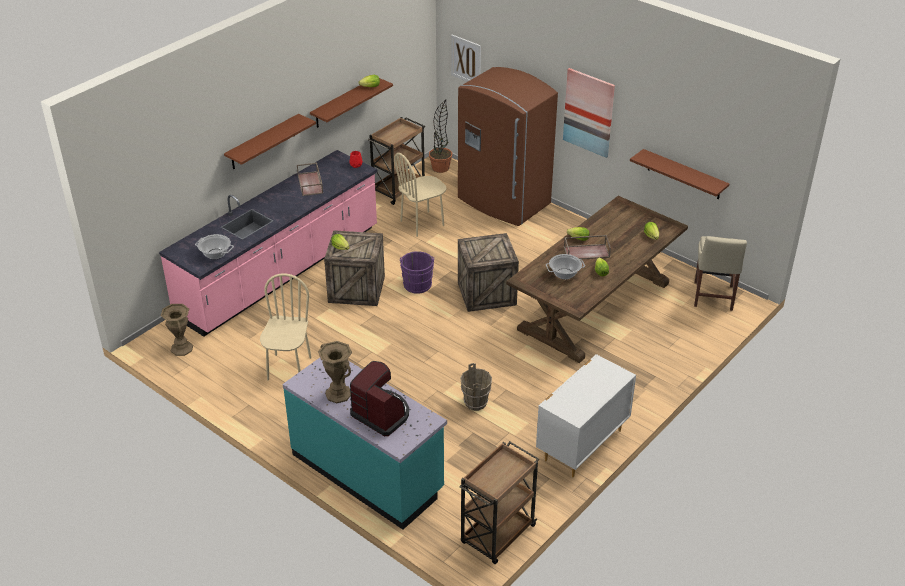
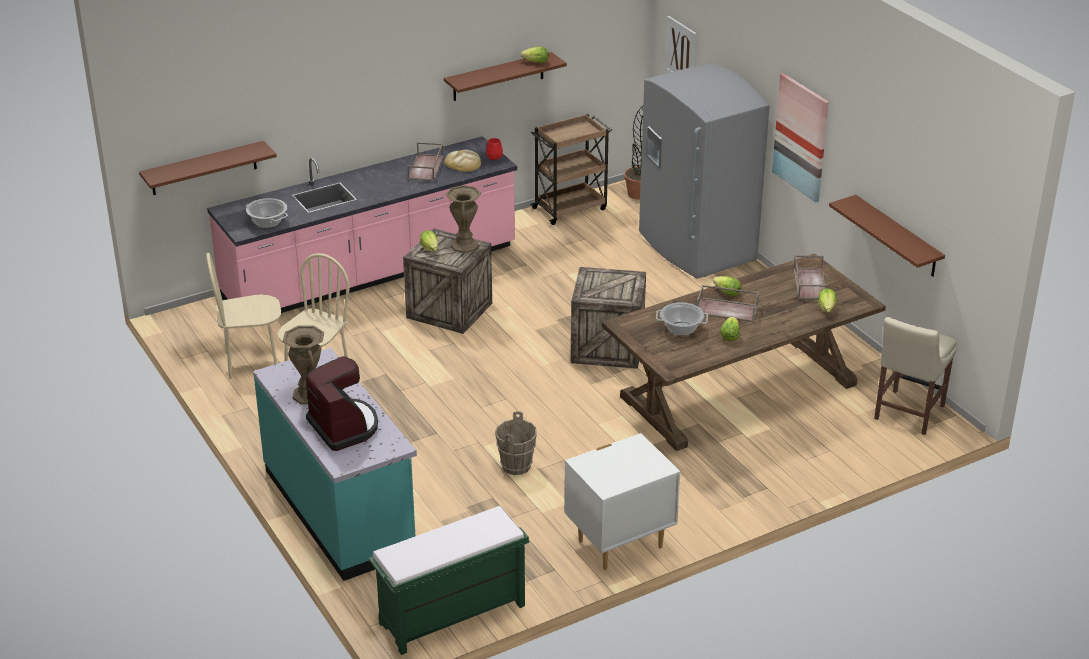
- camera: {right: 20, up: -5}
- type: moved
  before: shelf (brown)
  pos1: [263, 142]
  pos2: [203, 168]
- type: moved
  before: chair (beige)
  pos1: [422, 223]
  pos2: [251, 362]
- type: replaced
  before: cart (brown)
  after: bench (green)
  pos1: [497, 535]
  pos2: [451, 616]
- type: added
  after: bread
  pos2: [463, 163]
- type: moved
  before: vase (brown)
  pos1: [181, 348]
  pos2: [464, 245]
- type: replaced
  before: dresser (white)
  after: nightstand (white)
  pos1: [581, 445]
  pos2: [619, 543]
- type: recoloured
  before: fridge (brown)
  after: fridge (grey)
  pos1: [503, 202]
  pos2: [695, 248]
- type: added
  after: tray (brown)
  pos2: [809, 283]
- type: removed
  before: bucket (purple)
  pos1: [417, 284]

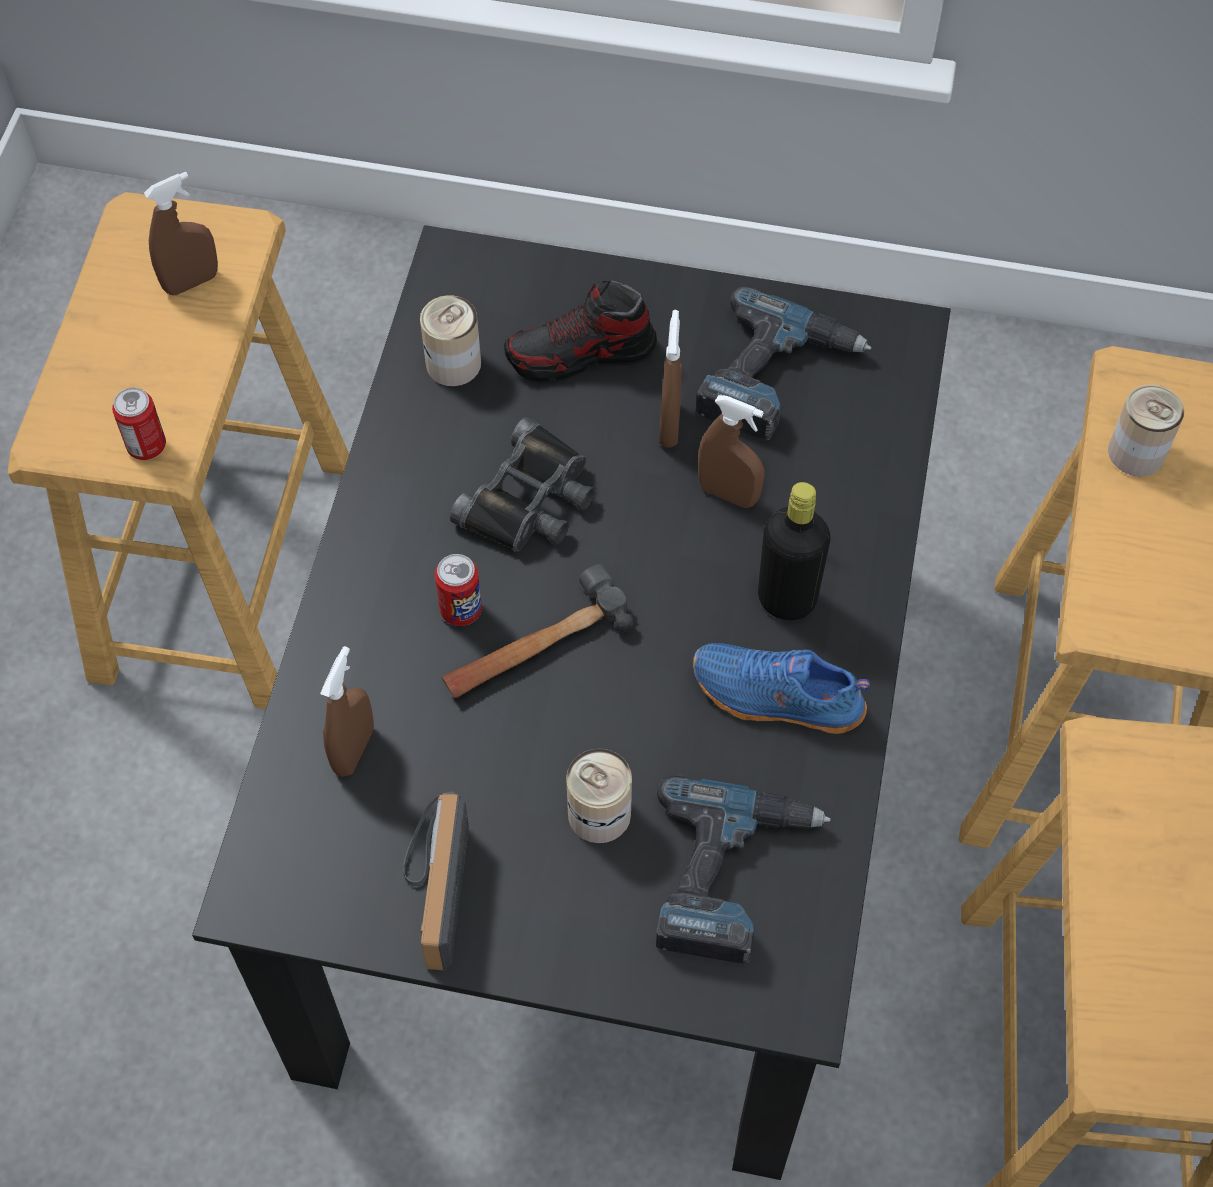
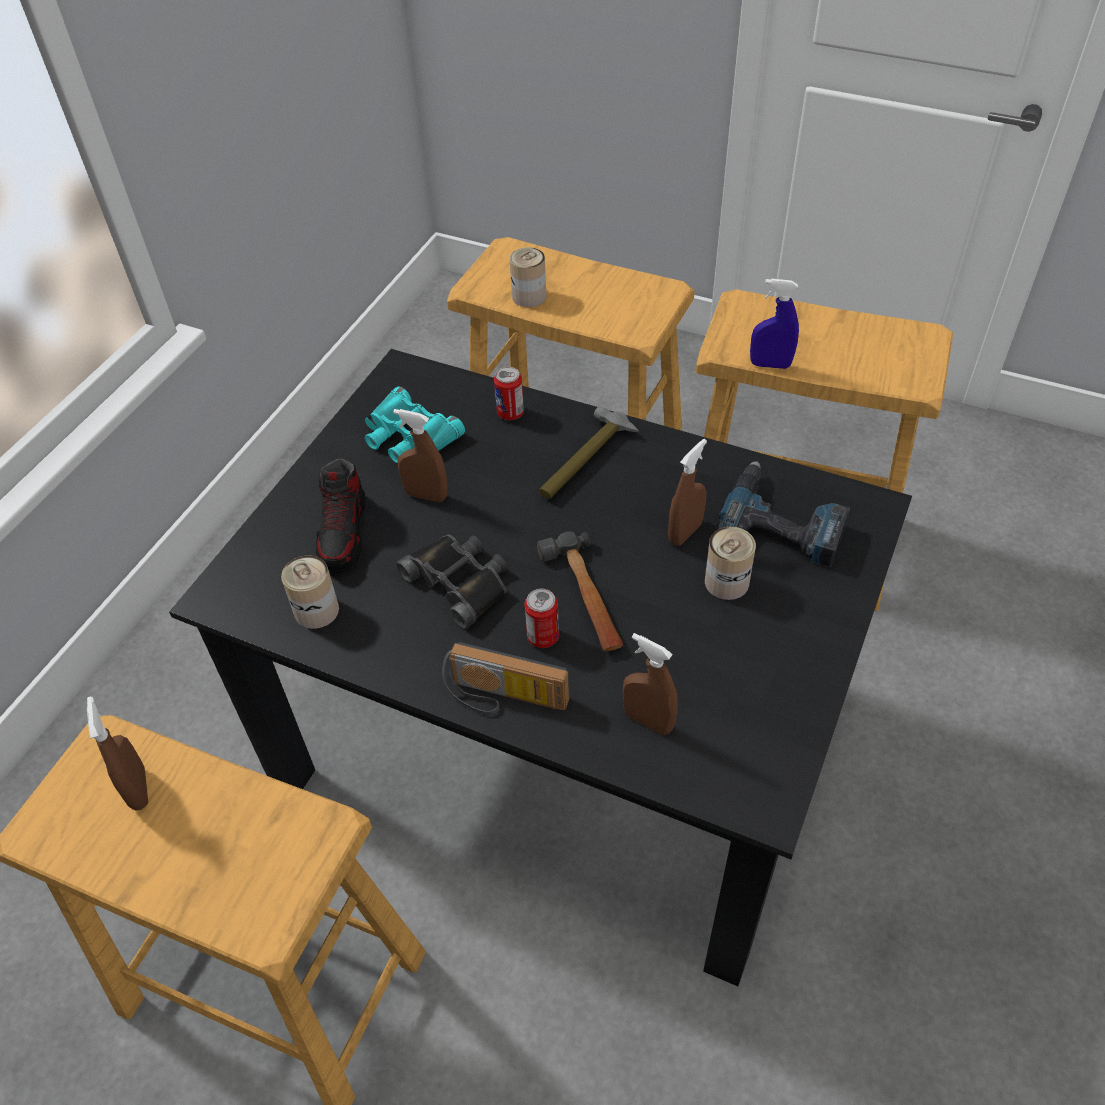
- camera: {right: -75, up: -10}
- type: replaced
  before: power drill
  after: binoculars (turquoise)
  pos1: [775, 377]
  pos2: [409, 436]
- type: moved
  before: radio
  pos1: [431, 888]
  pos2: [503, 699]
- type: moved
  before: can
  pos1: [146, 446]
  pos2: [510, 413]
- type: replaced
  before: bottle (black)
  after: hammer
  pos1: [786, 599]
  pos2: [585, 461]
- type: moved
  before: spray bottle (brown)
  pos1: [728, 494]
  pos2: [685, 533]
- type: added
  after: spray bottle (blue)
  pos2: [770, 365]
- type: removed
  before: shoe (blue)
  pos1: [776, 699]

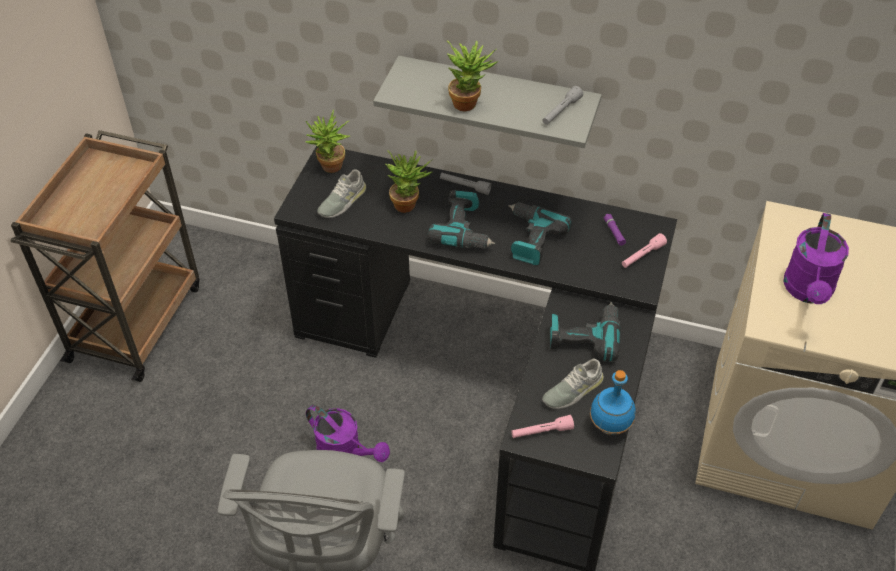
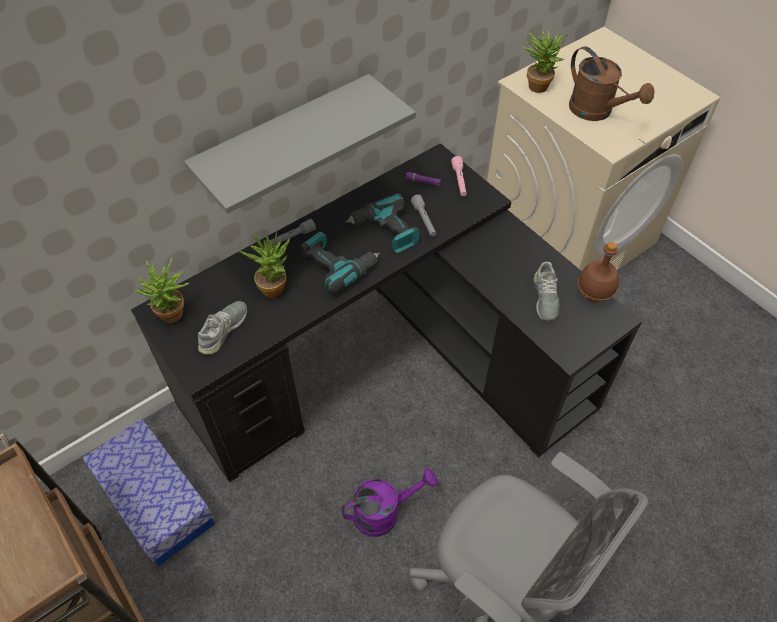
- camera: {right: -55, up: 5}
- type: added
  after: storage box
  pos2: [156, 500]
- type: turned
  before: shoe (grey)
  pos1: [342, 201]
  pos2: [223, 330]
  turn: -135
- type: moved
  before: flashlight (grey)
  pos1: [561, 111]
  pos2: [424, 220]
- type: moved
  before: potted plant
  pos1: [469, 103]
  pos2: [538, 84]
- type: recoloured
  before: watering can (purple)
  after: watering can (brown)
  pos1: [808, 292]
  pos2: [597, 112]
- type: recoloured
  before: bottle (blue)
  after: bottle (brown)
  pos1: [610, 427]
  pos2: [593, 296]
- type: removed
  before: flashlight (pink)
  pos1: [541, 432]
- type: removed
  before: power drill
  pos1: [584, 336]

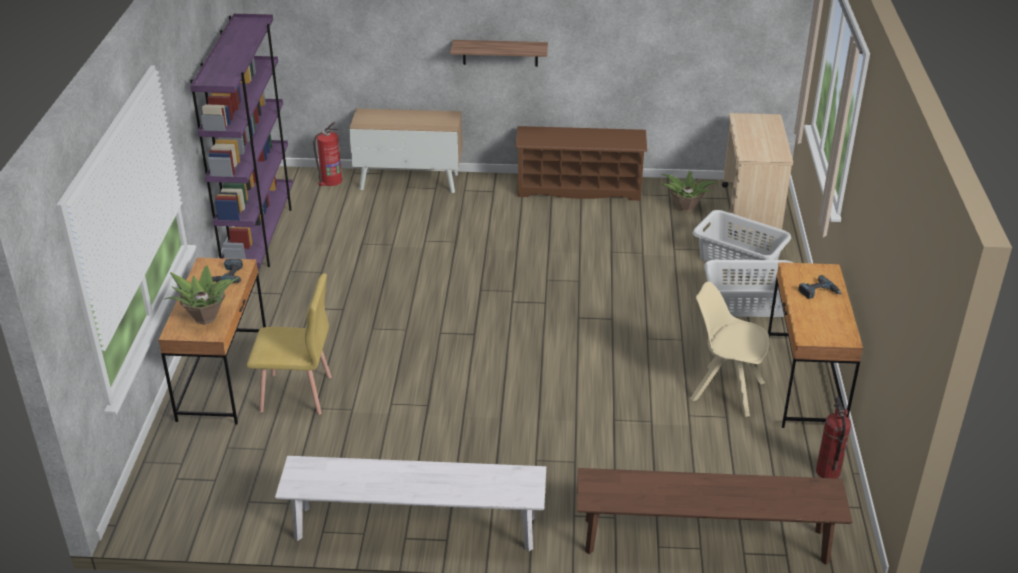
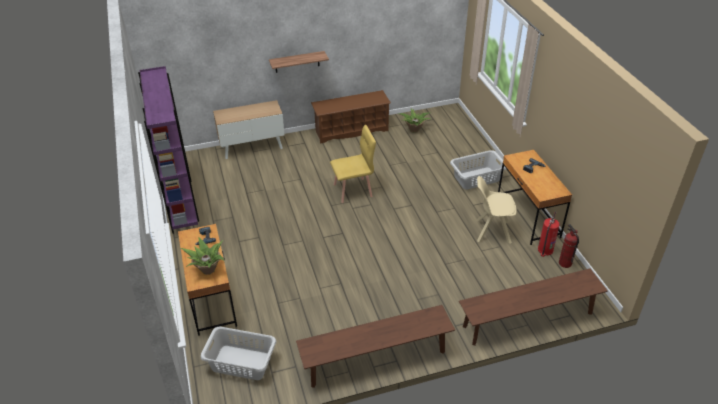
- camera: {right: -20, up: 5}
- type: moved
  before: laundry basket (grey)
  pos1: [738, 259]
  pos2: [241, 362]
- type: recoloured
  before: bench (white)
  after: bench (brown)
  pos1: [415, 528]
  pos2: [375, 359]
- type: moved
  before: chair (yellow)
  pos1: [296, 394]
  pos2: [353, 190]
- type: moved
  before: fire extinguisher
  pos1: [330, 181]
  pos2: [545, 250]
- type: removed
  before: cart (beige)
  pos1: [751, 211]

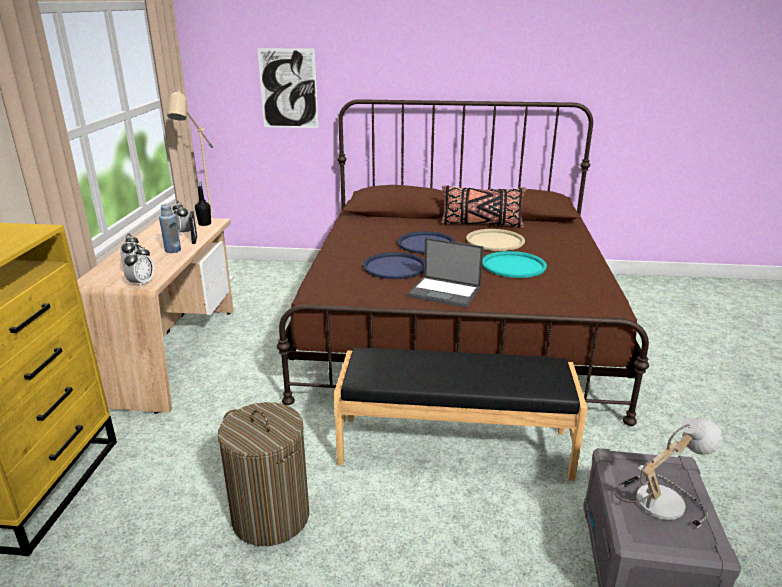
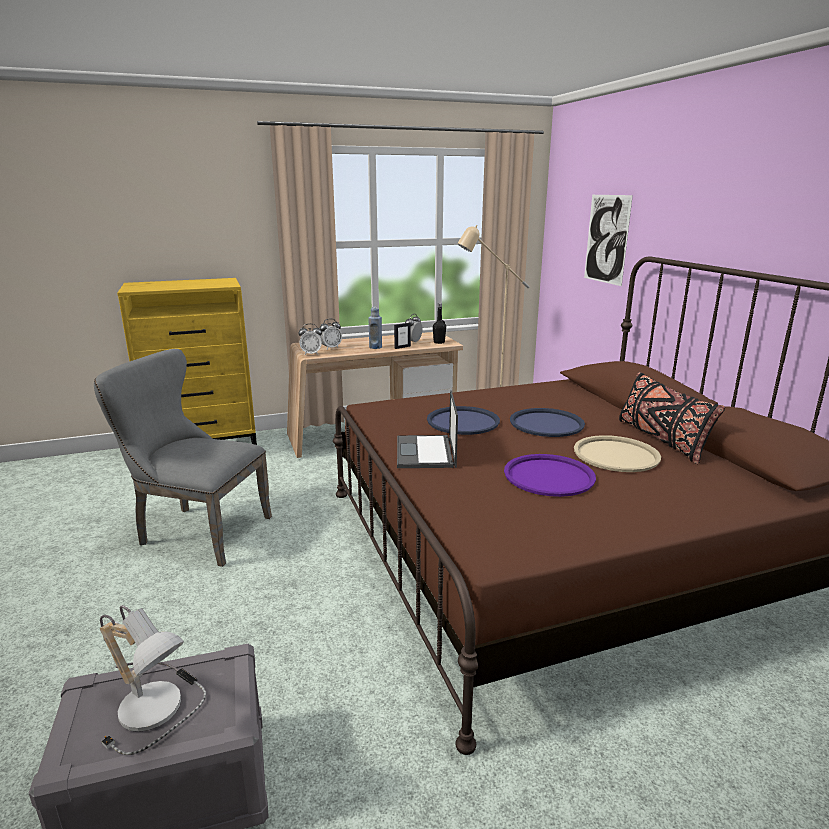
- camera: {right: 65, up: -5}
- type: replaced
  before: laundry basket
  after: chair (grey)
  pos1: [270, 517]
  pos2: [197, 531]
- type: recoloured
  before: tray (turquoise)
  after: tray (purple)
  pos1: [513, 265]
  pos2: [548, 476]
- type: removed
  before: bench (black)
  pos1: [454, 445]

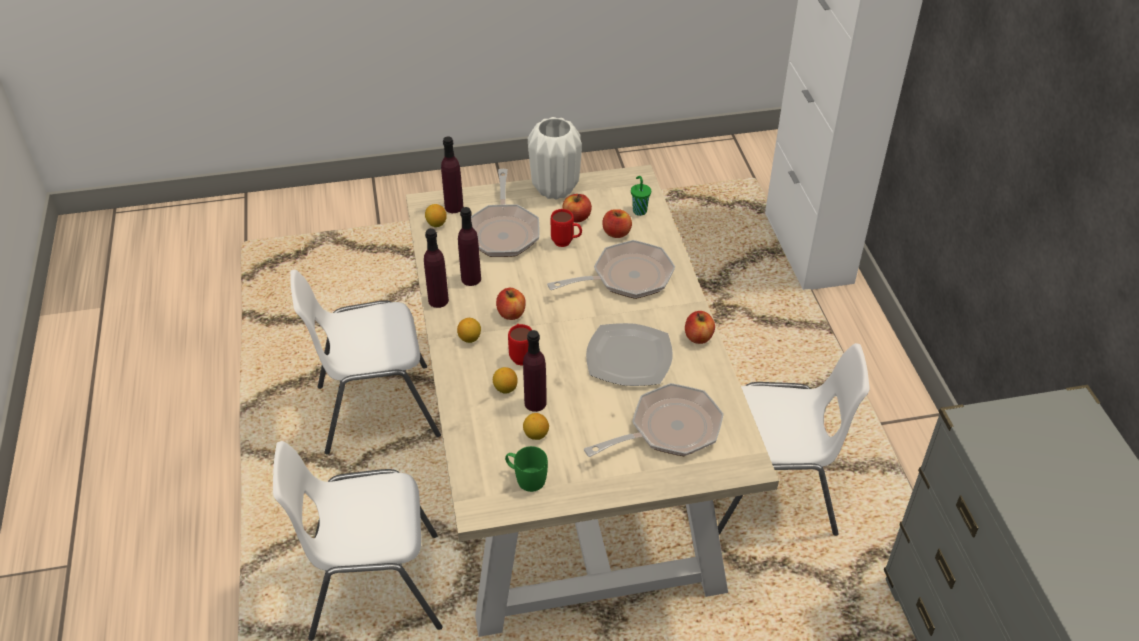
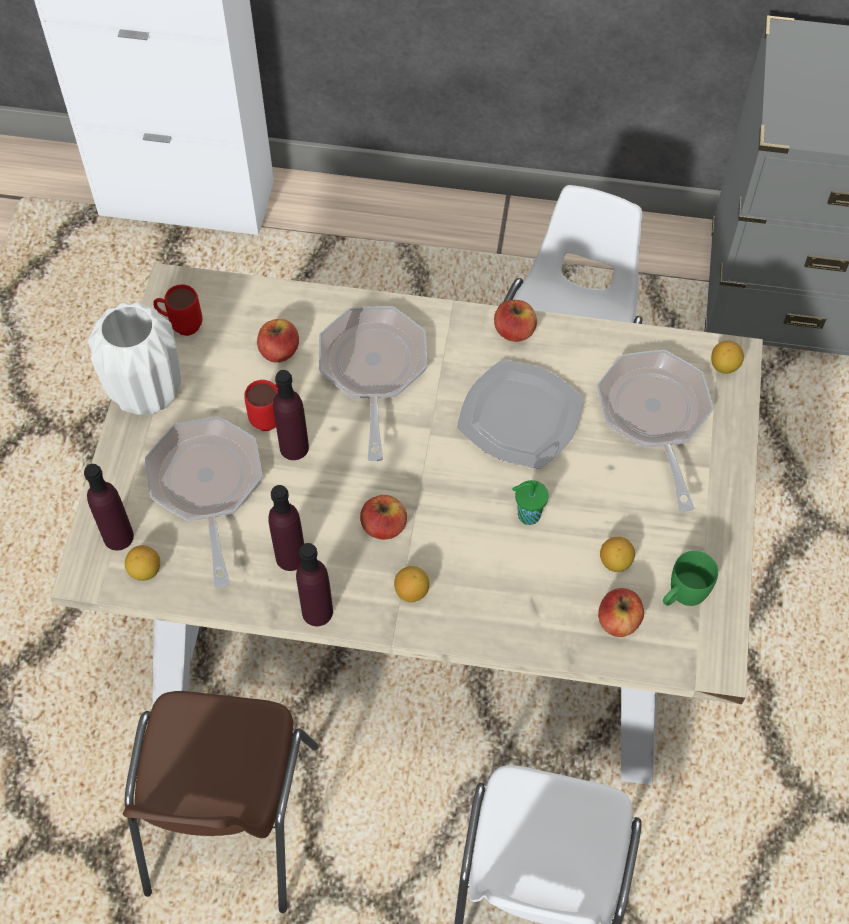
- camera: {right: -70, up: 15}
- type: recoloured
  before: chair (white)
  after: chair (brown)
  pos1: [376, 410]
  pos2: [229, 820]
- type: turned
  before: frying pan
  pos1: [503, 231]
  pos2: [207, 487]
  turn: -120
- type: moved
  before: mug (red)
  pos1: [521, 355]
  pos2: [181, 325]
- type: moved
  before: bottle (purple)
  pos1: [535, 403]
  pos2: [294, 447]
- type: moved
  before: cup (green)
  pos1: [639, 210]
  pos2: [527, 515]
- type: moved
  before: apple
  pos1: [577, 217]
  pos2: [618, 621]
- type: moved
  before: lemon
  pos1: [505, 389]
  pos2: [724, 366]

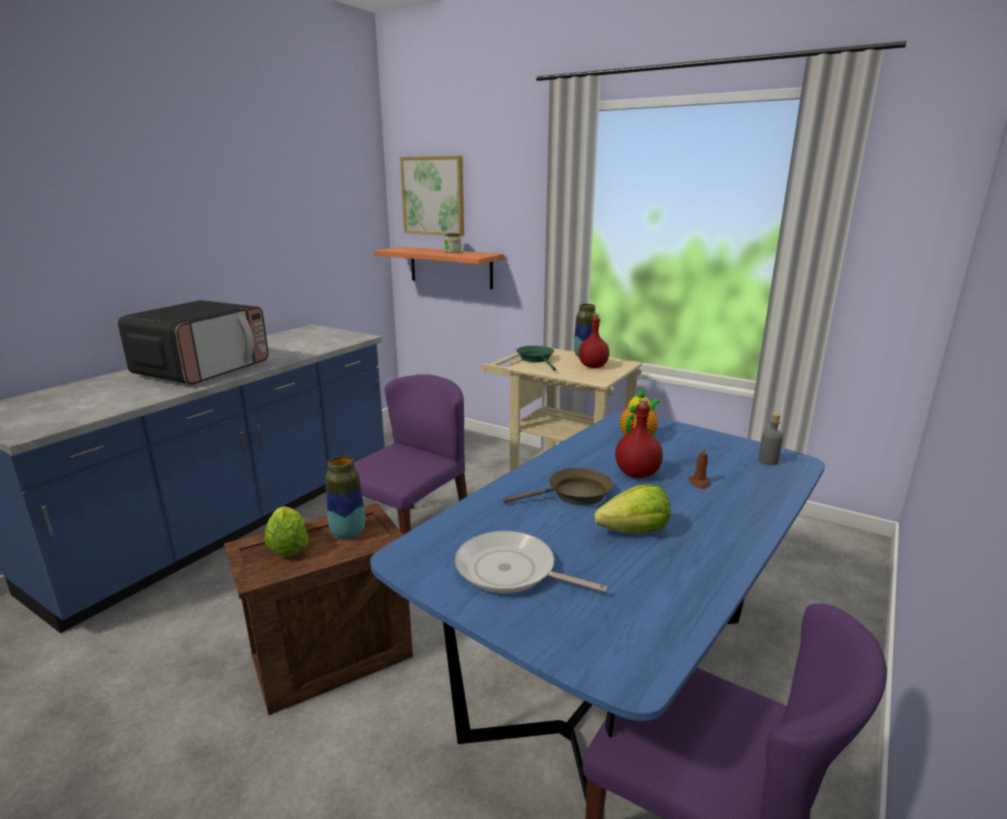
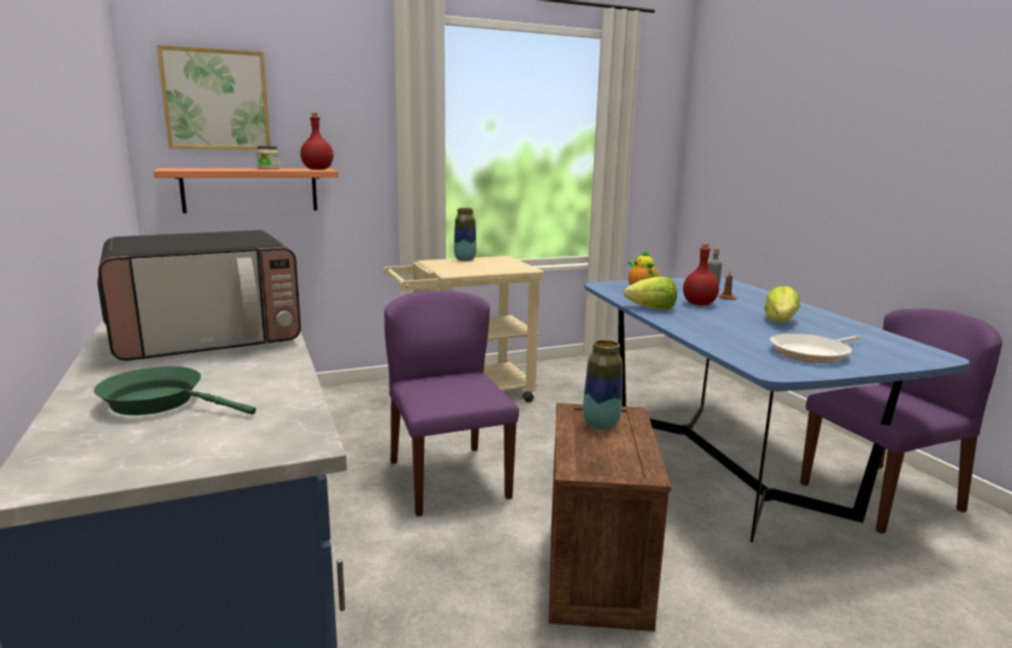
- camera: {right: -55, up: -5}
- type: moved
  before: frying pan (green)
  pos1: [537, 359]
  pos2: [160, 402]
- type: turned
  before: microwave
  pos1: [203, 369]
  pos2: [208, 336]
  turn: 90
- type: moved
  before: bottle (red)
  pos1: [592, 366]
  pos2: [317, 169]
- type: moved
  before: lettuce
  pos1: [288, 546]
  pos2: [652, 308]
- type: removed
  before: frying pan (brown)
  pos1: [574, 495]

